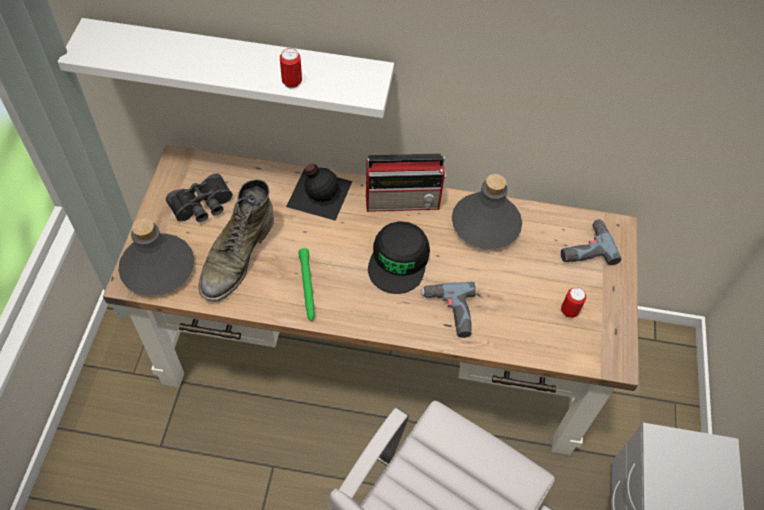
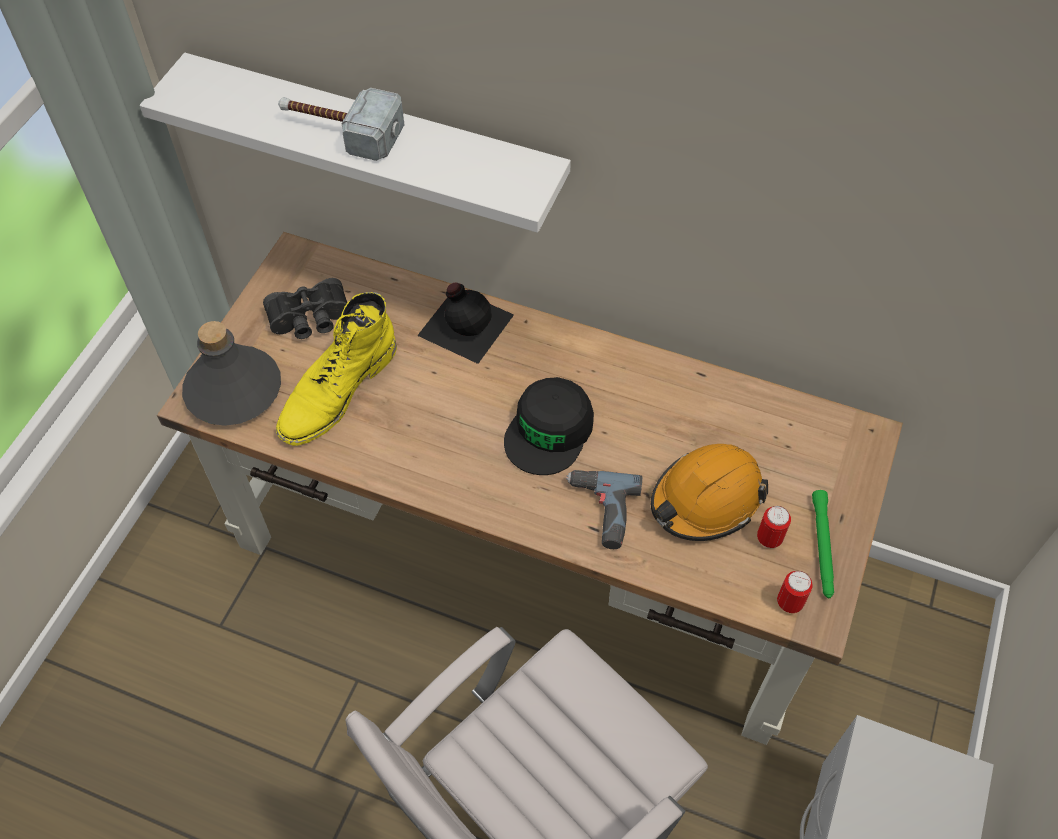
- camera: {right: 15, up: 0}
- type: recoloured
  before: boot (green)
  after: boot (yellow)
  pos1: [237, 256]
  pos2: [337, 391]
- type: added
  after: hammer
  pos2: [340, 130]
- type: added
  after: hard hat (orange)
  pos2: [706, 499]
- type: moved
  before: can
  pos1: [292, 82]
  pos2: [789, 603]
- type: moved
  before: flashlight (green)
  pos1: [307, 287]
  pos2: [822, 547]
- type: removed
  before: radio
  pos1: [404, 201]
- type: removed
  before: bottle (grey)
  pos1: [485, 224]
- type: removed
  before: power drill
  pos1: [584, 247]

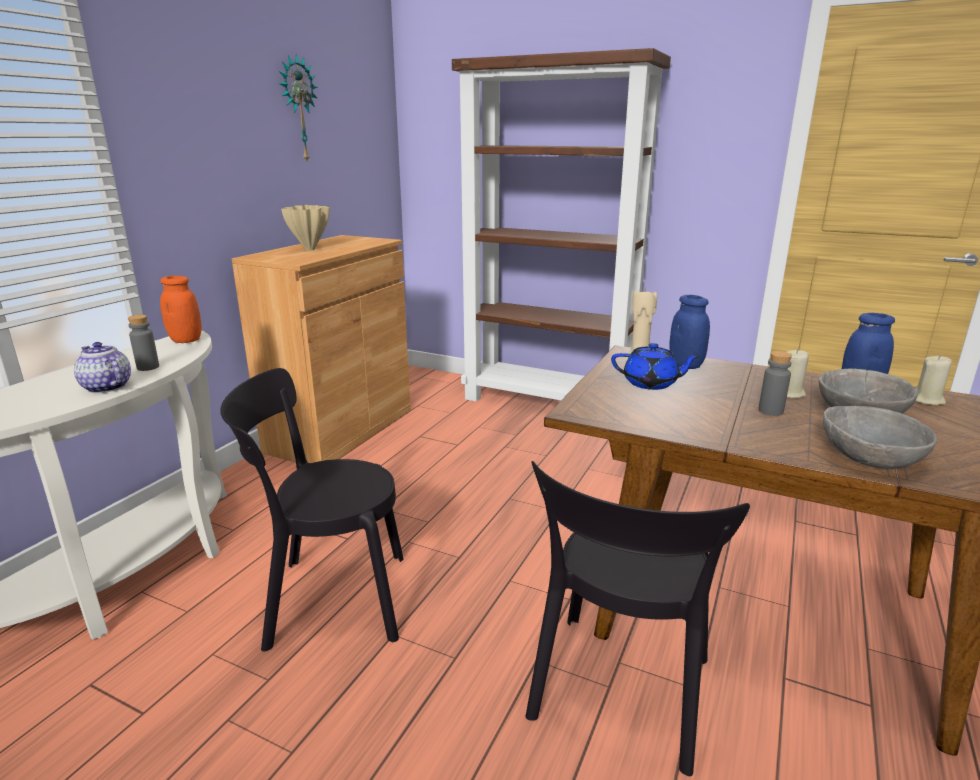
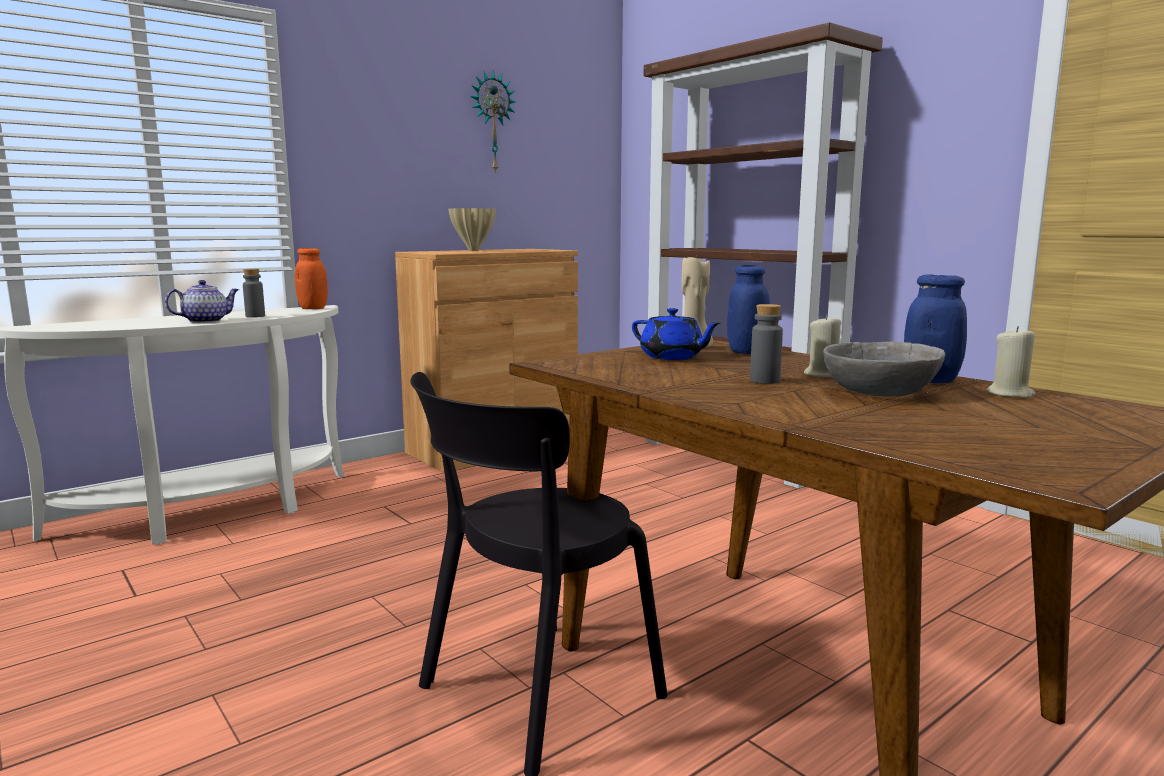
- camera: {right: 25, up: -10}
- type: turned
  before: teapot
  pos1: [106, 387]
  pos2: [206, 321]
  turn: 75
- type: removed
  before: chair (black)
  pos1: [330, 599]
- type: removed
  before: bowl (grey)
  pos1: [869, 457]

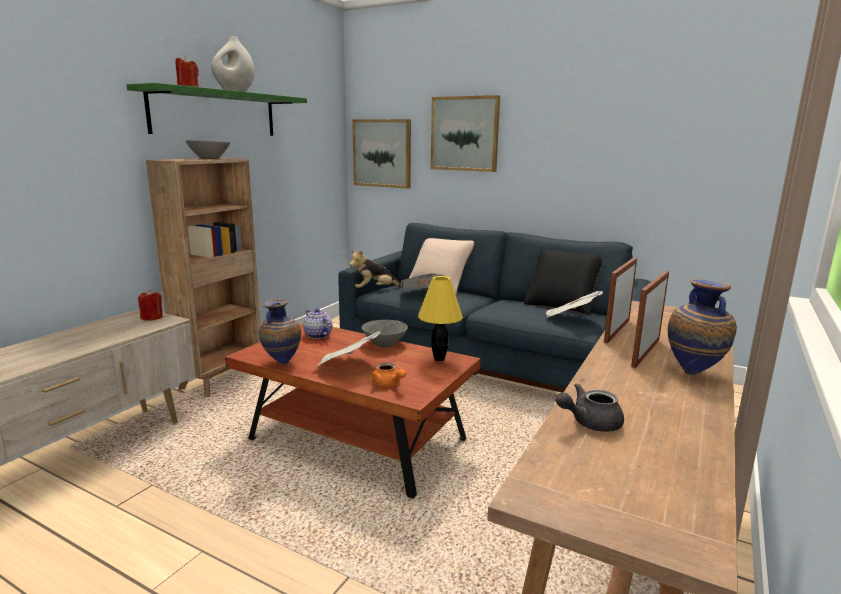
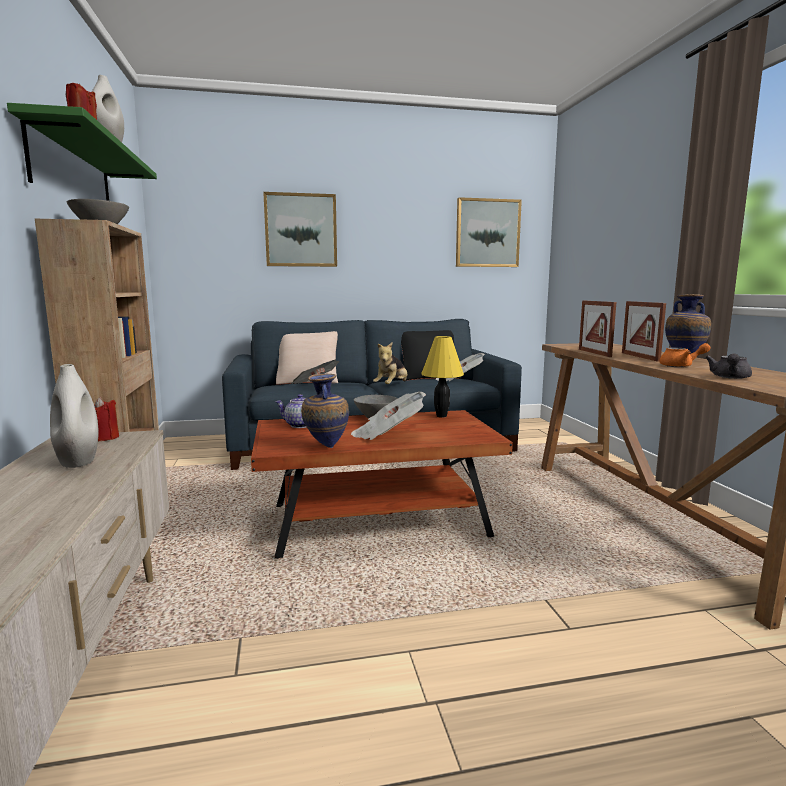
- camera: {right: -40, up: -5}
- type: added
  after: vase (white)
  pos2: [78, 461]
- type: moved
  before: plush toy
  pos1: [374, 290]
  pos2: [392, 386]
- type: moved
  before: picture
  pos1: [382, 153]
  pos2: [487, 233]
- type: moved
  before: teapot (orange)
  pos1: [388, 384]
  pos2: [681, 366]

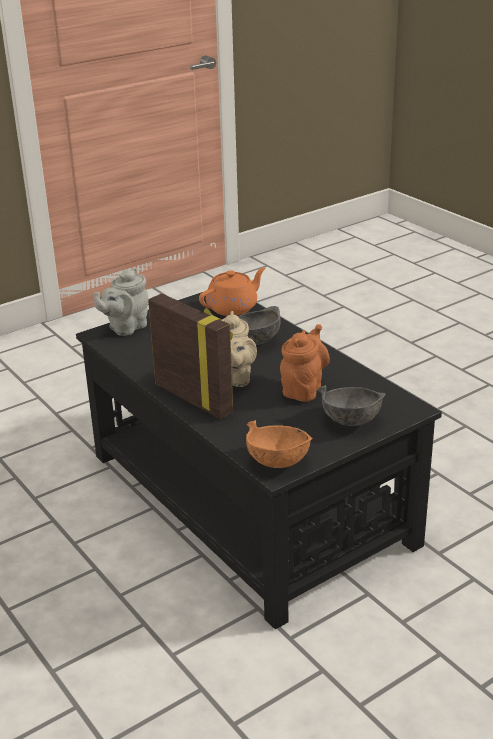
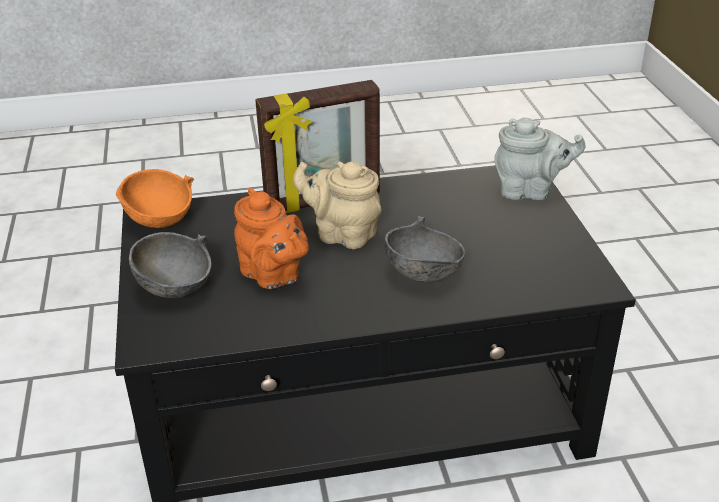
- camera: {right: 115, up: 5}
- type: turned
  before: teapot (grey)
  pos1: [125, 328]
  pos2: [530, 191]
  turn: 120
- type: removed
  before: teapot (orange)
  pos1: [233, 308]

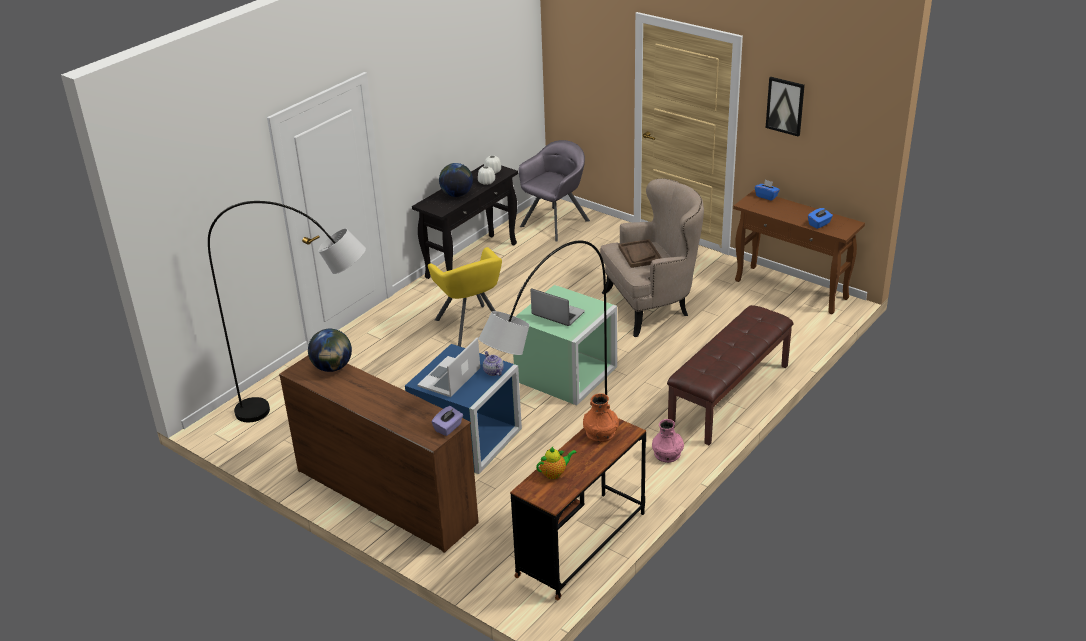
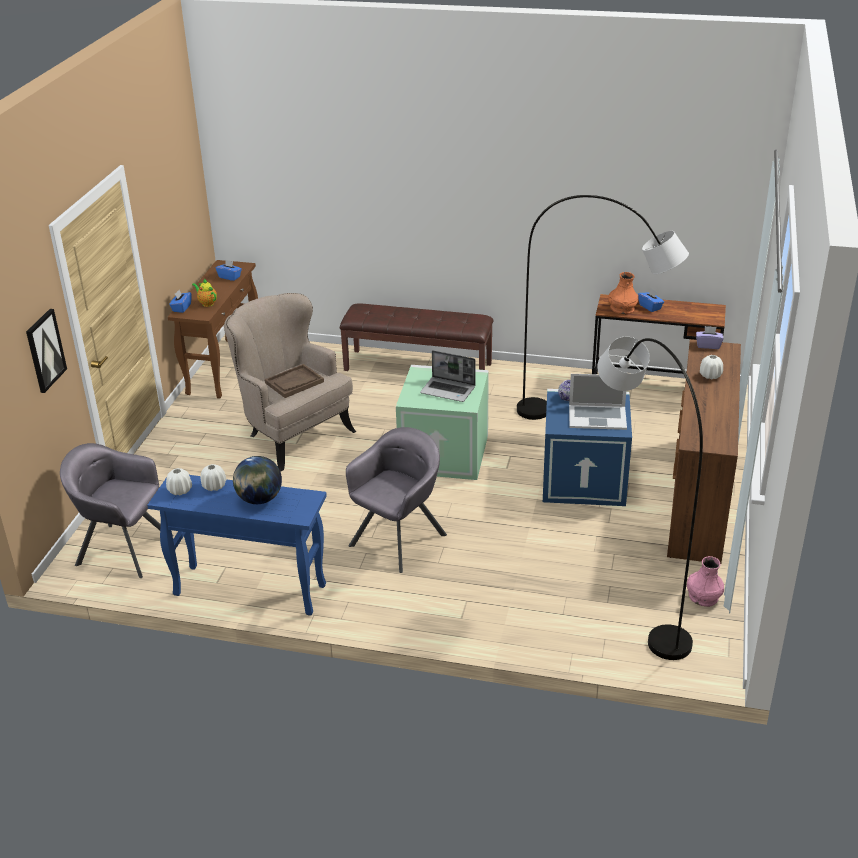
- camera: {right: -115, up: 0}
- type: moved
  before: picture
  pos1: [785, 106]
  pos2: [45, 350]
- type: recoloured
  before: console table (black)
  after: console table (blue)
  pos1: [472, 260]
  pos2: [248, 590]
- type: moved
  before: teapot
  pos1: [555, 473]
  pos2: [207, 303]
- type: recoloured
  before: armchair (yellow)
  after: armchair (grey)
  pos1: [471, 326]
  pos2: [399, 540]
- type: turned
  before: laptop
  pos1: [557, 314]
  pos2: [448, 390]
  turn: -75
- type: added
  after: tissue box (blue)
  pos2: [650, 307]
- type: moved
  before: vase (pink)
  pos1: [667, 454]
  pos2: [703, 596]
- type: added
  after: vase (white)
  pos2: [710, 375]
- type: removed
  before: globe
  pos1: [332, 367]

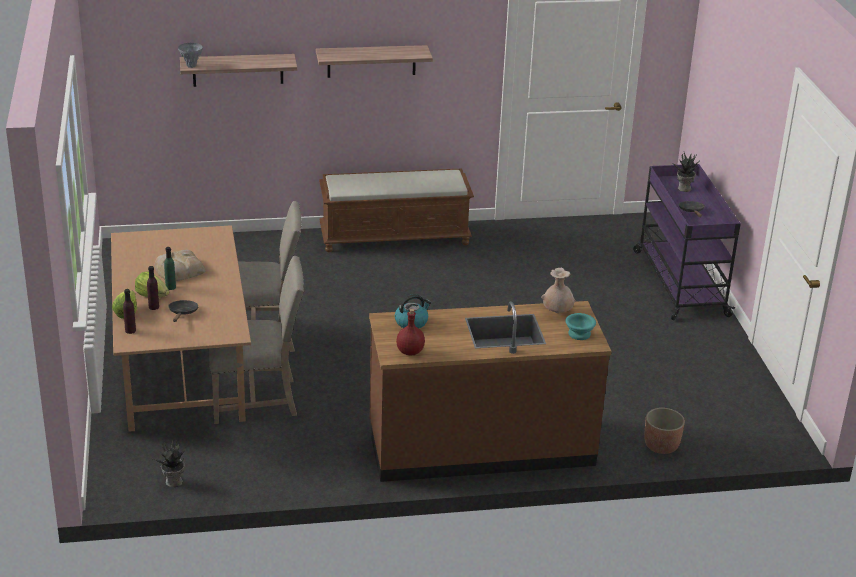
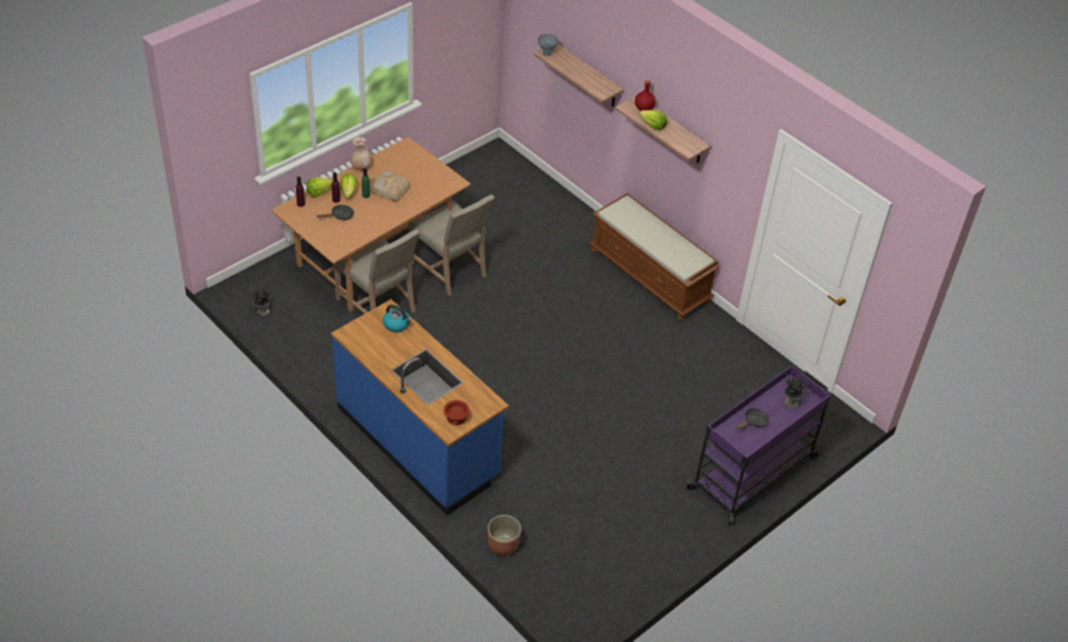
- camera: {right: 55, up: 15}
- type: recoloured
  before: counter (brown)
  after: counter (blue)
  pos1: [481, 446]
  pos2: [418, 442]
- type: moved
  before: vase (beige)
  pos1: [557, 312]
  pos2: [361, 167]
- type: recoloured
  before: bowl (turquoise)
  after: bowl (brown)
  pos1: [580, 334]
  pos2: [456, 418]
- type: moved
  before: bottle (red)
  pos1: [410, 352]
  pos2: [644, 109]
- type: added
  after: lettuce
  pos2: [652, 126]

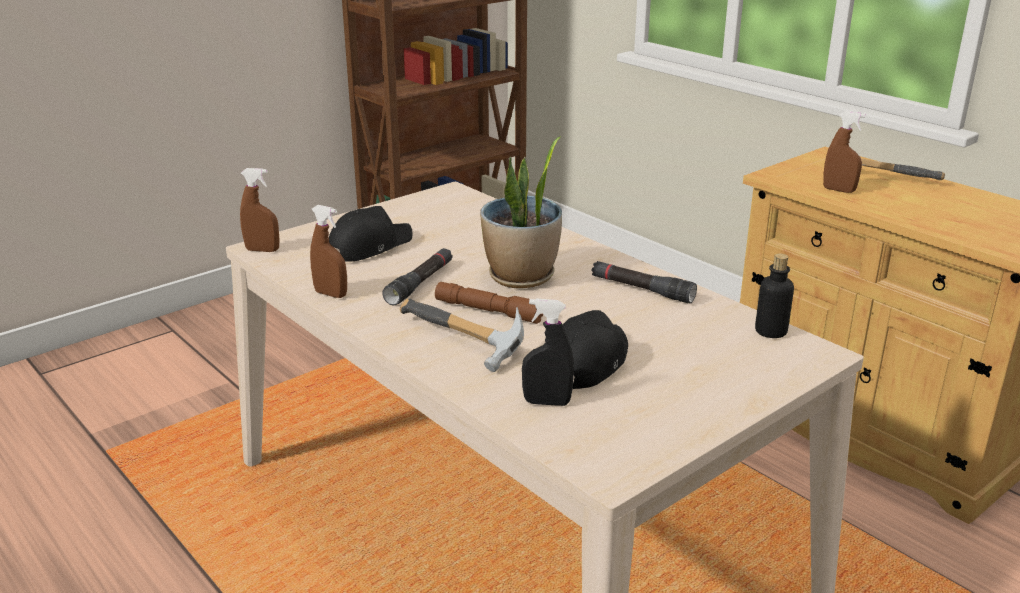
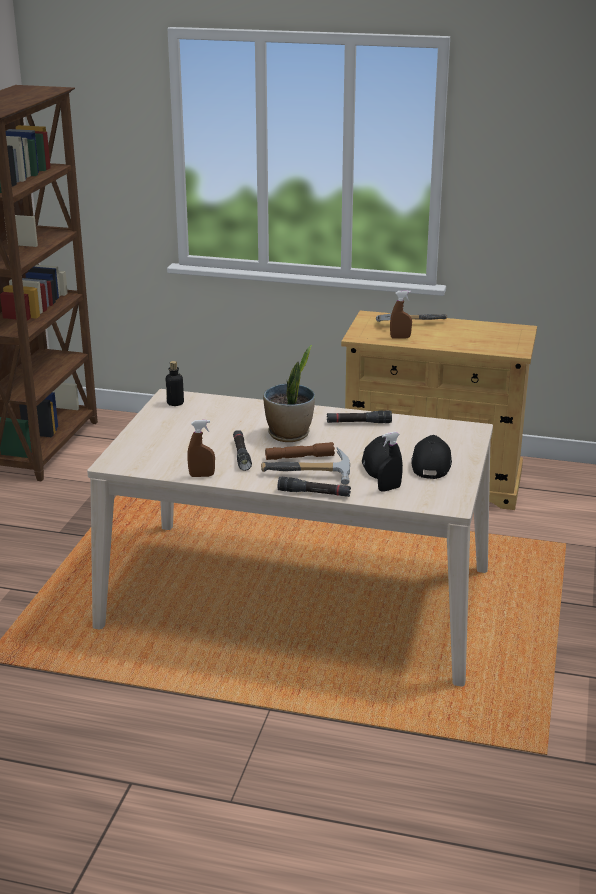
- camera: {right: -35, up: 0}
- type: moved
  before: bottle
  pos1: [771, 331]
  pos2: [175, 403]
- type: added
  after: flashlight (black)
  pos2: [314, 493]
- type: moved
  before: cap (black)
  pos1: [369, 246]
  pos2: [430, 464]
- type: removed
  before: spray bottle (brown)
  pos1: [262, 250]

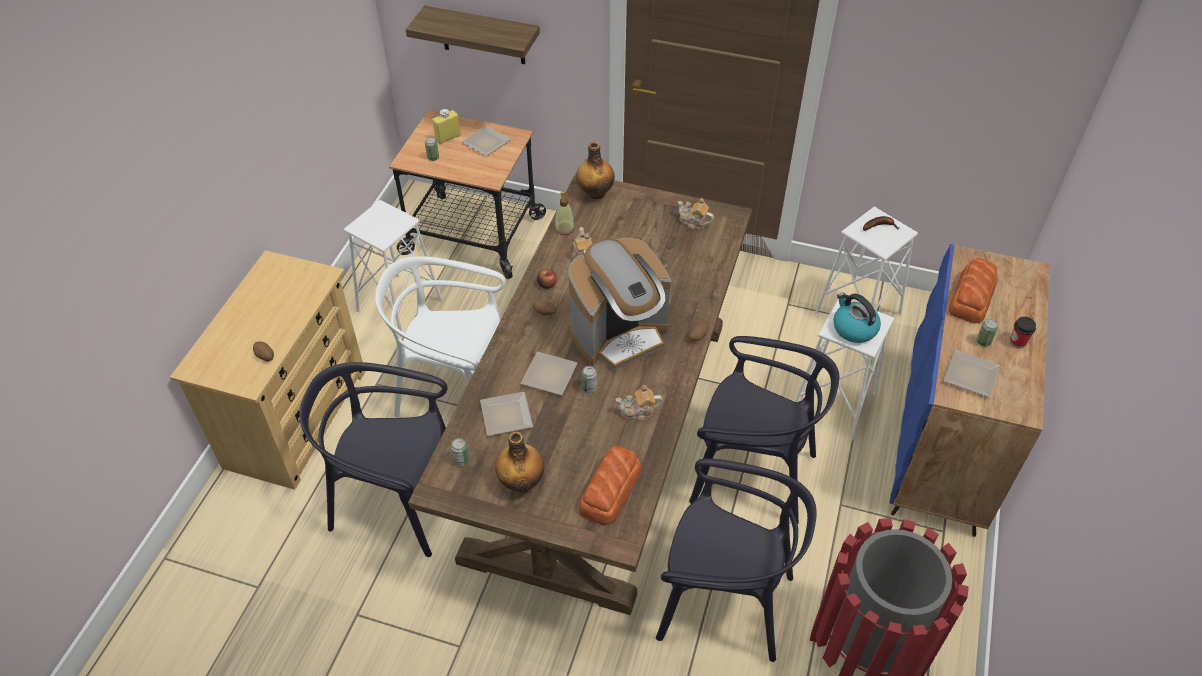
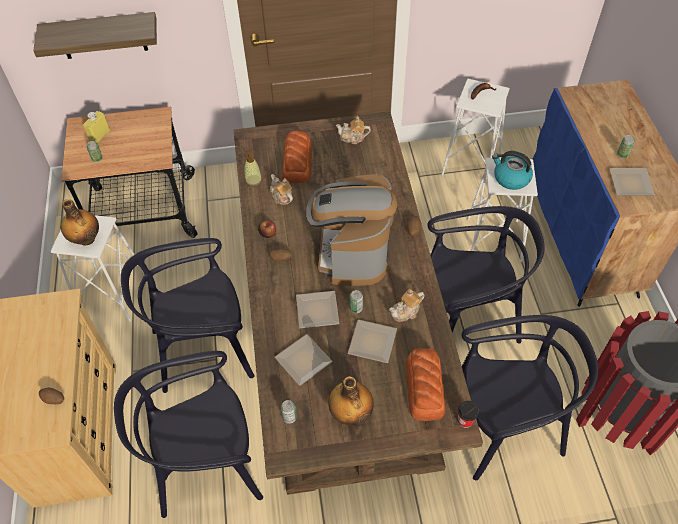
- camera: {right: -25, up: 5}
- type: moved
  before: bottle
  pos1: [595, 192]
  pos2: [86, 239]
- type: recoloured
  before: chair (white)
  after: chair (black)
  pos1: [455, 391]
  pos2: [203, 349]
- type: moved
  before: bread
  pos1: [972, 296]
  pos2: [297, 161]
- type: turned
  before: coffee machine
  pos1: [619, 335]
  pos2: [352, 253]
  turn: 150
- type: moved
  before: plate
  pos1: [488, 143]
  pos2: [374, 342]
- type: moved
  before: cup
  pos1: [1017, 342]
  pos2: [465, 420]

